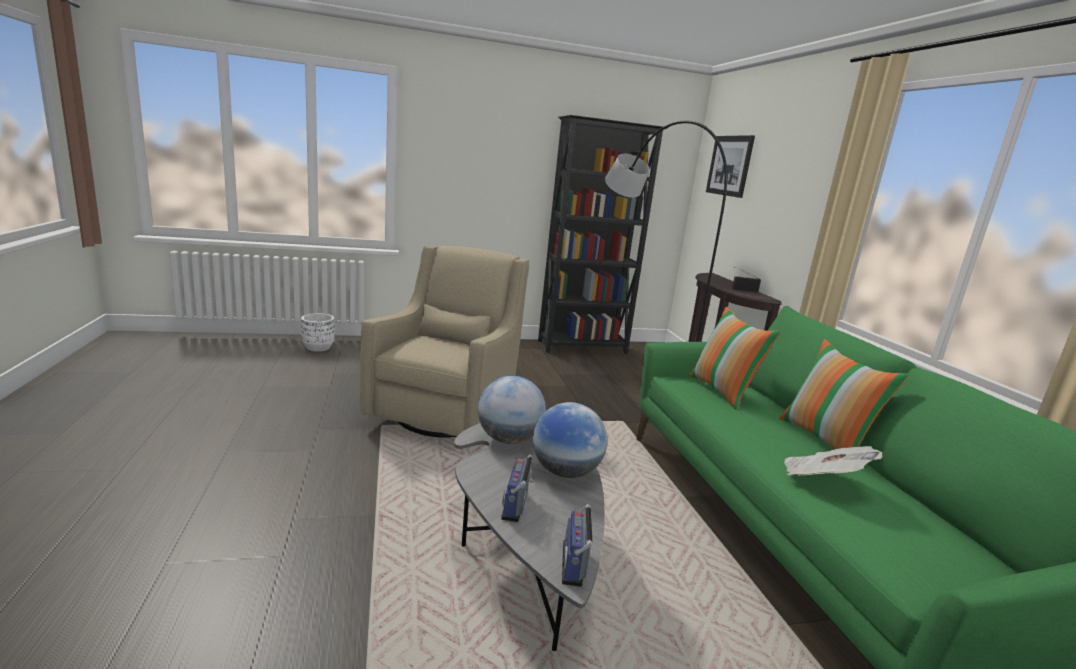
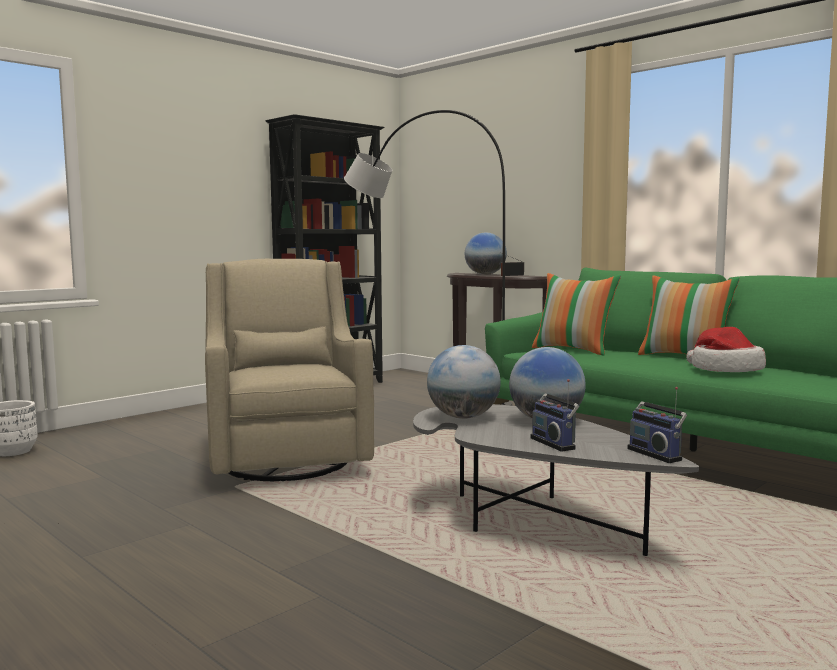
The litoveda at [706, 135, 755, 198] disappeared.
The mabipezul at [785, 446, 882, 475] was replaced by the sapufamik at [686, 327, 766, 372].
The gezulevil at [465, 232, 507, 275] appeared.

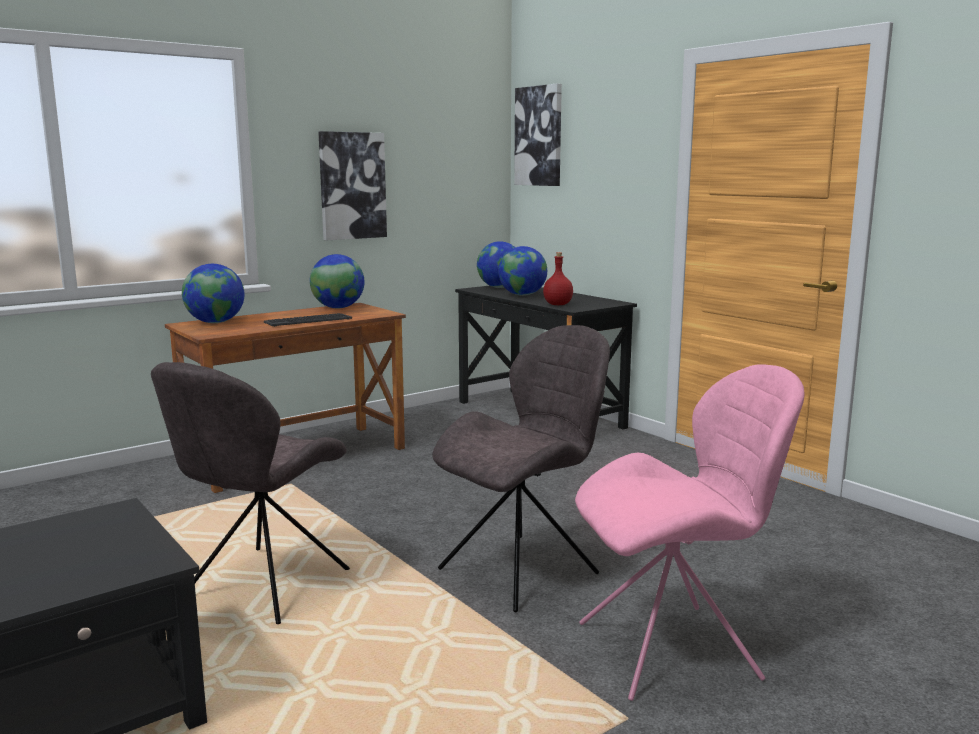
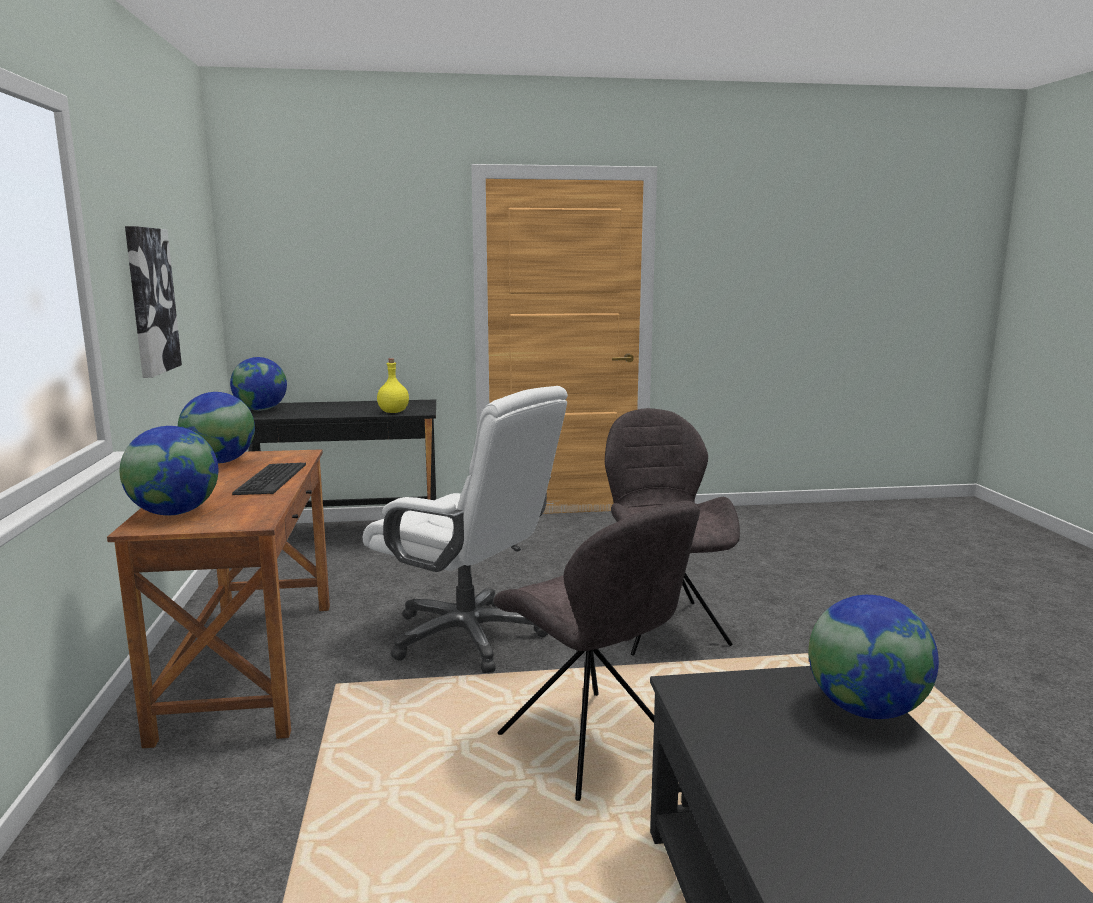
The litoveda at [514, 83, 562, 186] disappeared.
The gezulevil moved from [498, 246, 547, 296] to [808, 595, 939, 719].
The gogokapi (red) at [543, 252, 573, 305] became the gogokapi (yellow) at [377, 358, 409, 413].
The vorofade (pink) at [575, 364, 805, 701] disappeared.
The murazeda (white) at [363, 386, 568, 673] appeared.

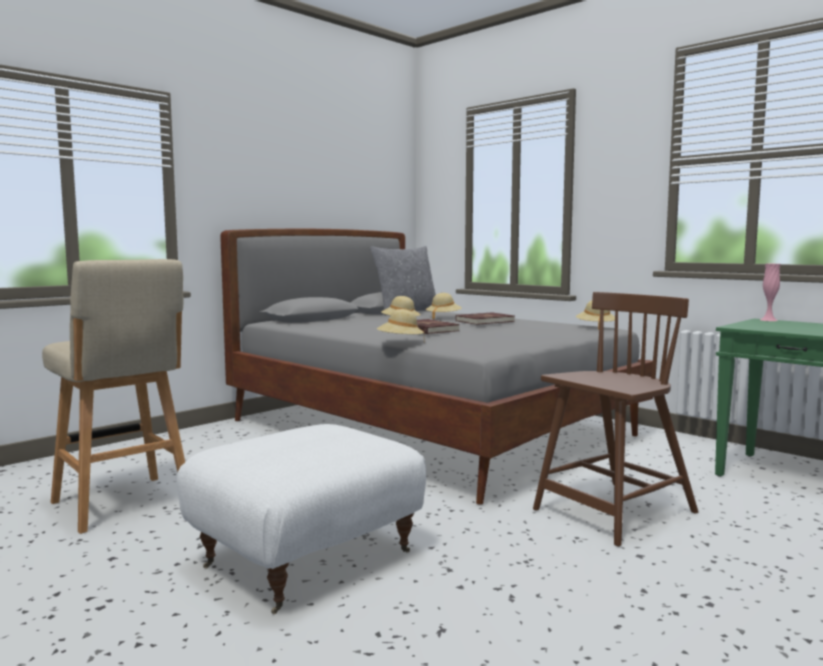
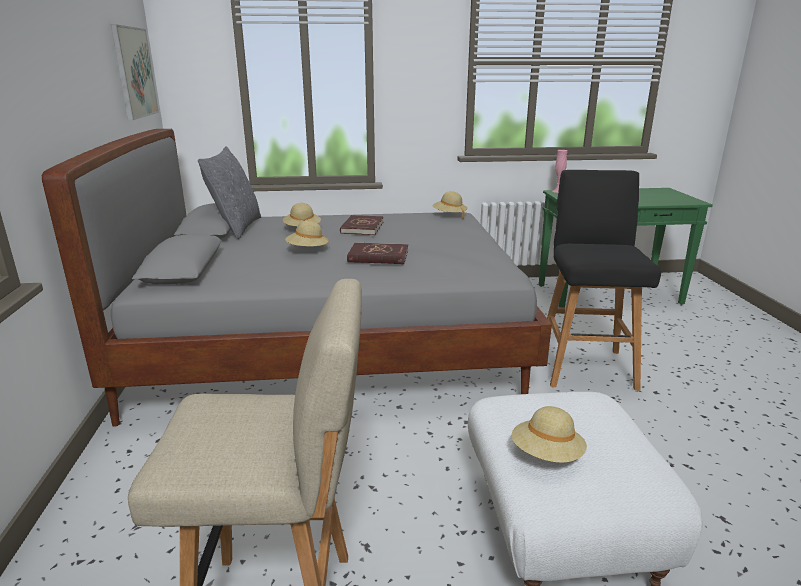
The vorofade (brown) at [533, 292, 698, 546] was replaced by the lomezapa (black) at [547, 170, 661, 391].
The sapufamik (beige) moved from [377, 309, 425, 342] to [511, 406, 587, 463].
The litoveda at [111, 24, 159, 120] appeared.

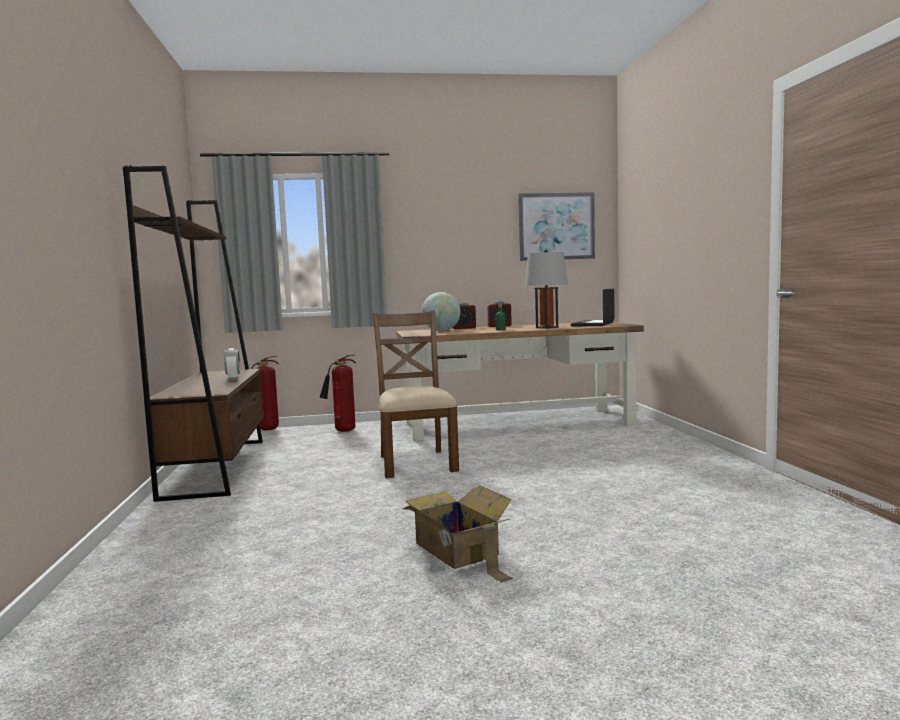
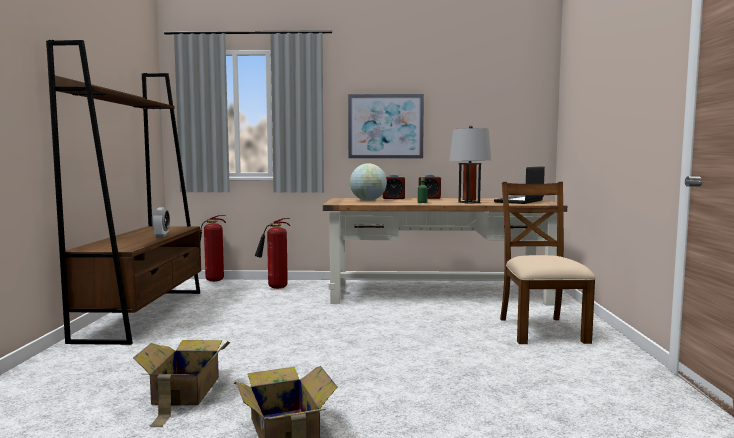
The litoveda moved from [518, 192, 595, 261] to [348, 94, 424, 158].
The vorofade (brown) moved from [373, 310, 459, 478] to [500, 182, 596, 344].
The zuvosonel at [133, 340, 230, 427] appeared.

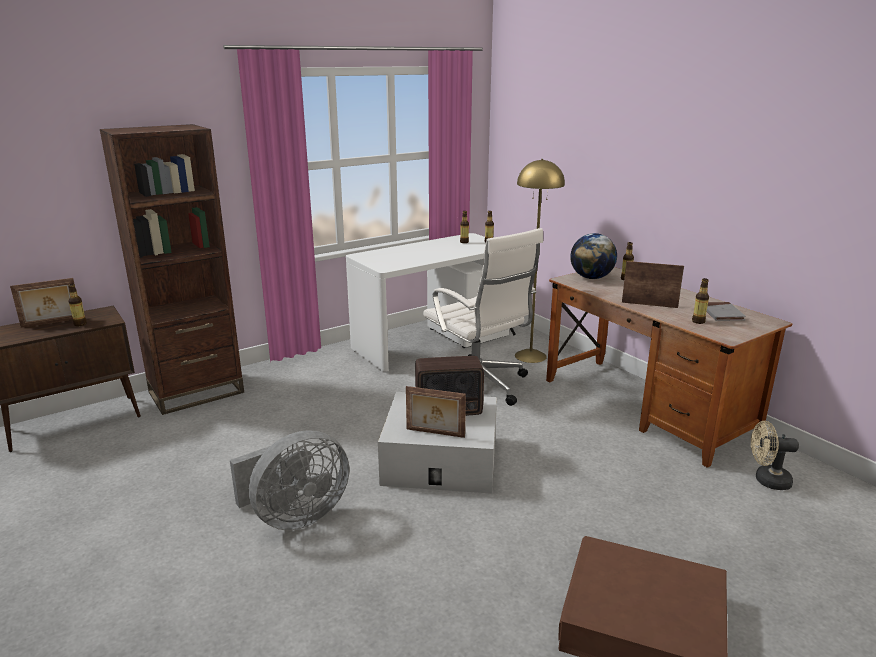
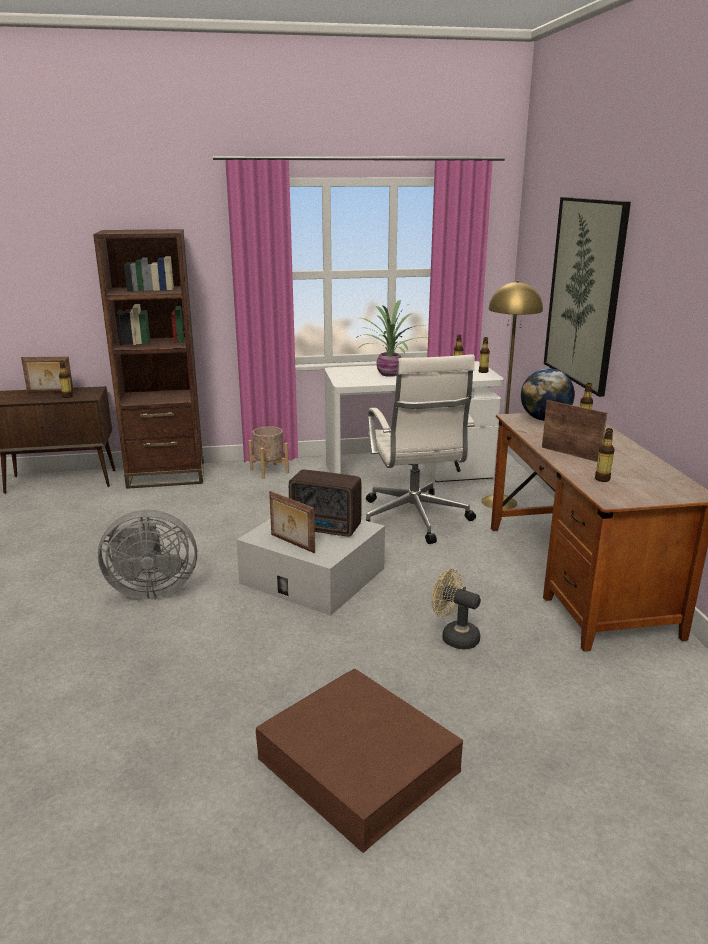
The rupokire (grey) at [706, 302, 746, 321] disappeared.
The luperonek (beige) moved from [751, 421, 799, 490] to [432, 568, 481, 650].
The litoveda at [544, 197, 631, 397] appeared.
The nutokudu at [358, 300, 430, 377] appeared.
The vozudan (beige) at [248, 426, 289, 479] appeared.

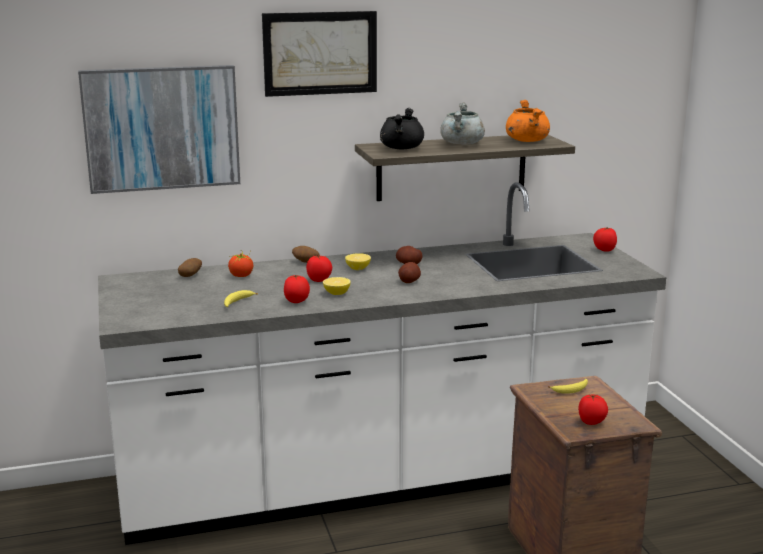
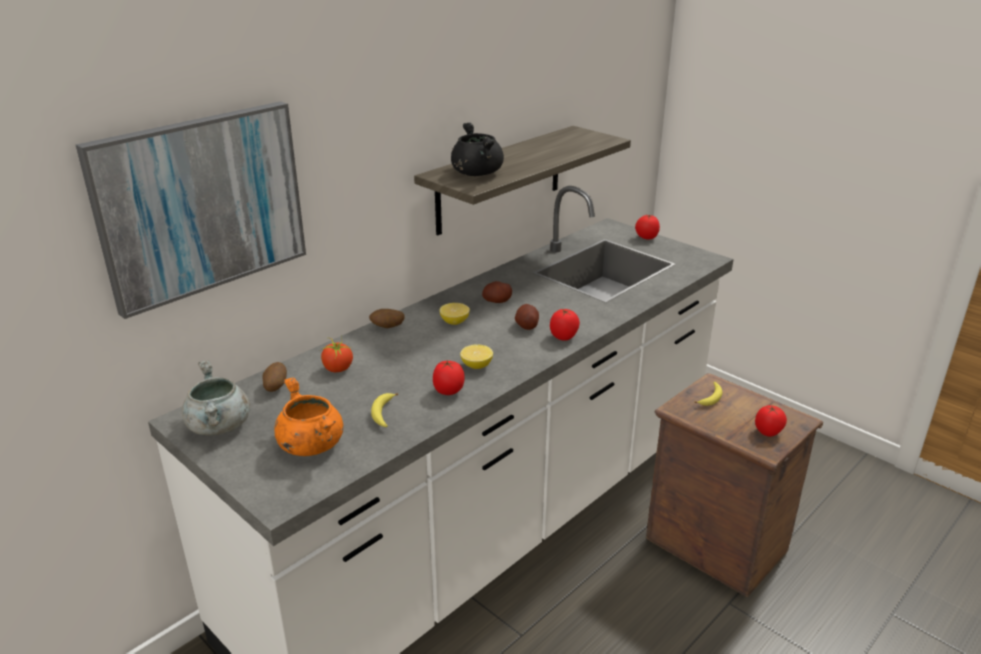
The litoveda at [262, 11, 377, 97] disappeared.
The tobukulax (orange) moved from [506, 100, 550, 142] to [274, 378, 344, 456].
The tobukulax (grey) moved from [440, 102, 485, 145] to [182, 361, 250, 435].
The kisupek moved from [306, 255, 332, 282] to [550, 309, 580, 341].

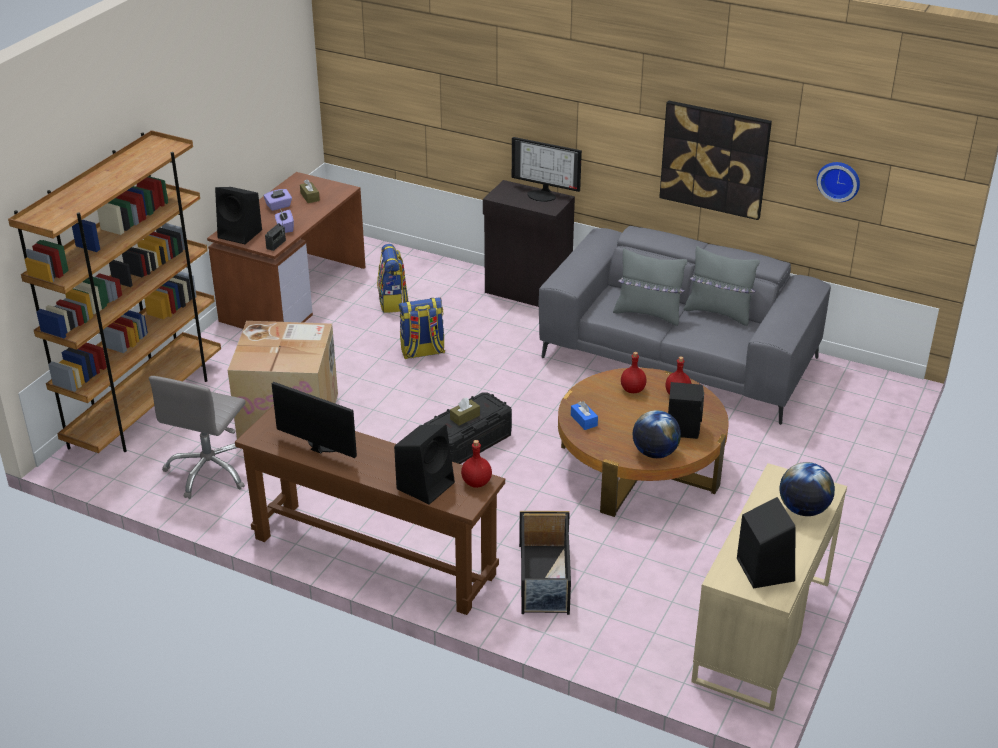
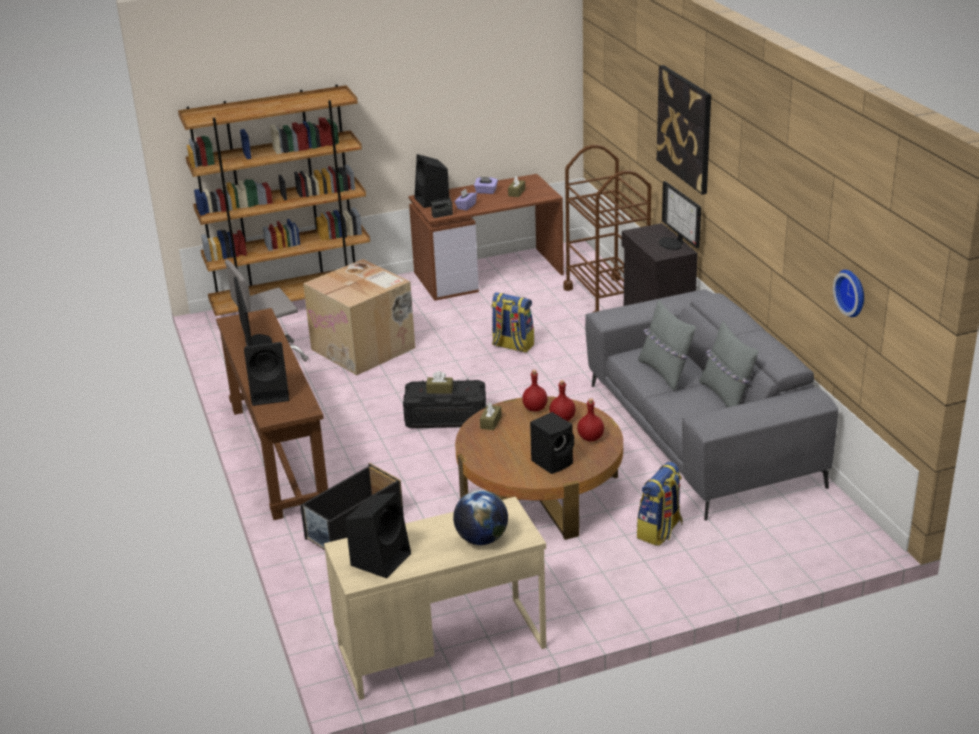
The litoveda moved from [659, 101, 772, 220] to [657, 65, 711, 195].
The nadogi moved from [377, 244, 408, 313] to [637, 462, 683, 546].
The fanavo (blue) at [571, 401, 598, 430] became the fanavo (brown) at [480, 402, 502, 430].
The gezulevil at [633, 410, 681, 458] disappeared.
The gogokapi (red) moved from [461, 440, 492, 488] to [522, 370, 547, 412].
The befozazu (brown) at [563, 145, 651, 312] appeared.

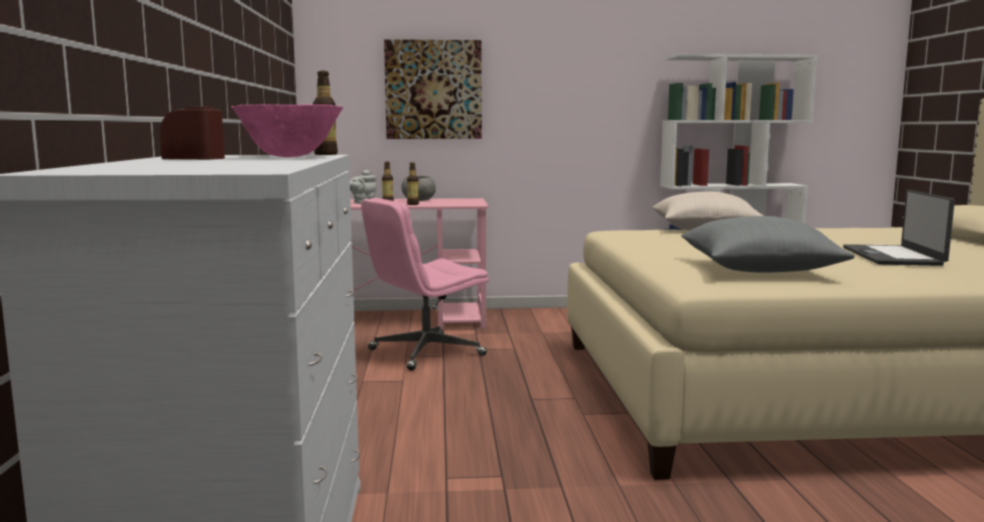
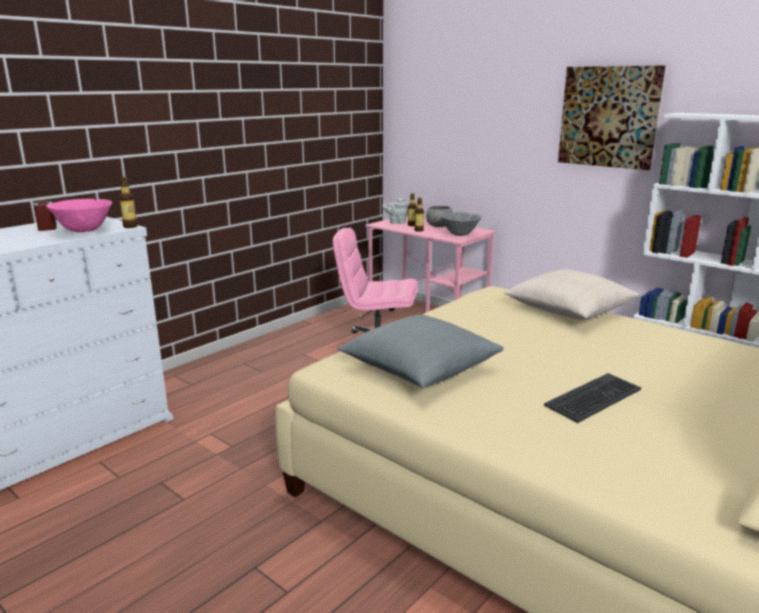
The litoveda moved from [384, 39, 482, 139] to [558, 66, 665, 170].
The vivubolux at [843, 190, 955, 266] was replaced by the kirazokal at [544, 373, 641, 423].
The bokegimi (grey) at [440, 212, 482, 236] appeared.

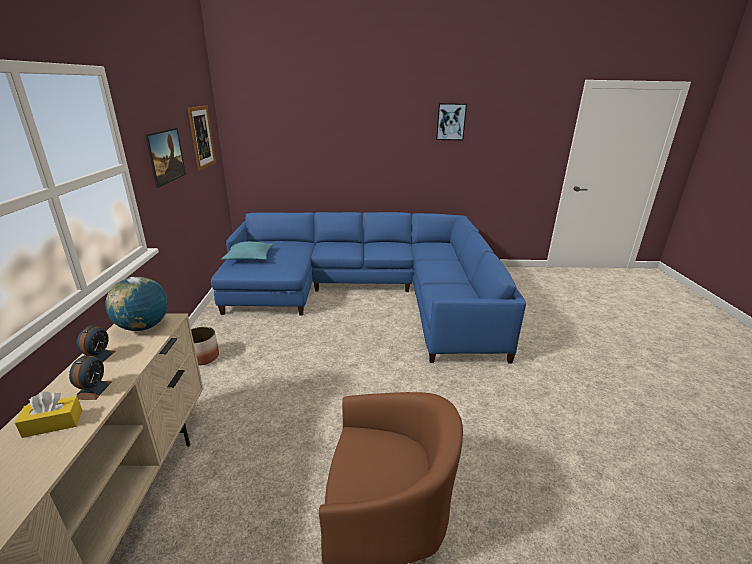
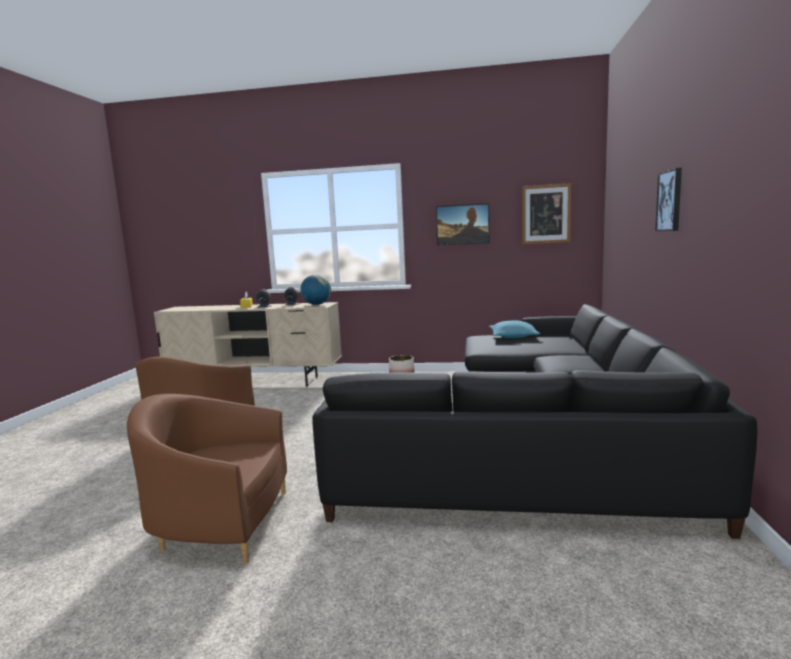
The litoveda moved from [436, 103, 467, 140] to [655, 168, 682, 231].
The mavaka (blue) at [211, 212, 526, 363] became the mavaka (black) at [312, 304, 757, 539].
The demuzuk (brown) at [127, 394, 287, 563] appeared.

